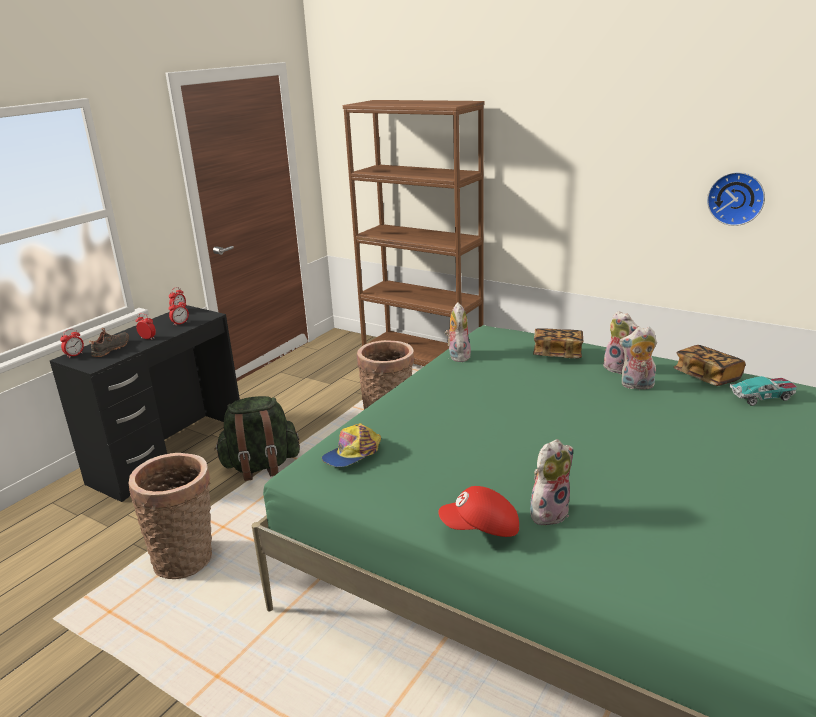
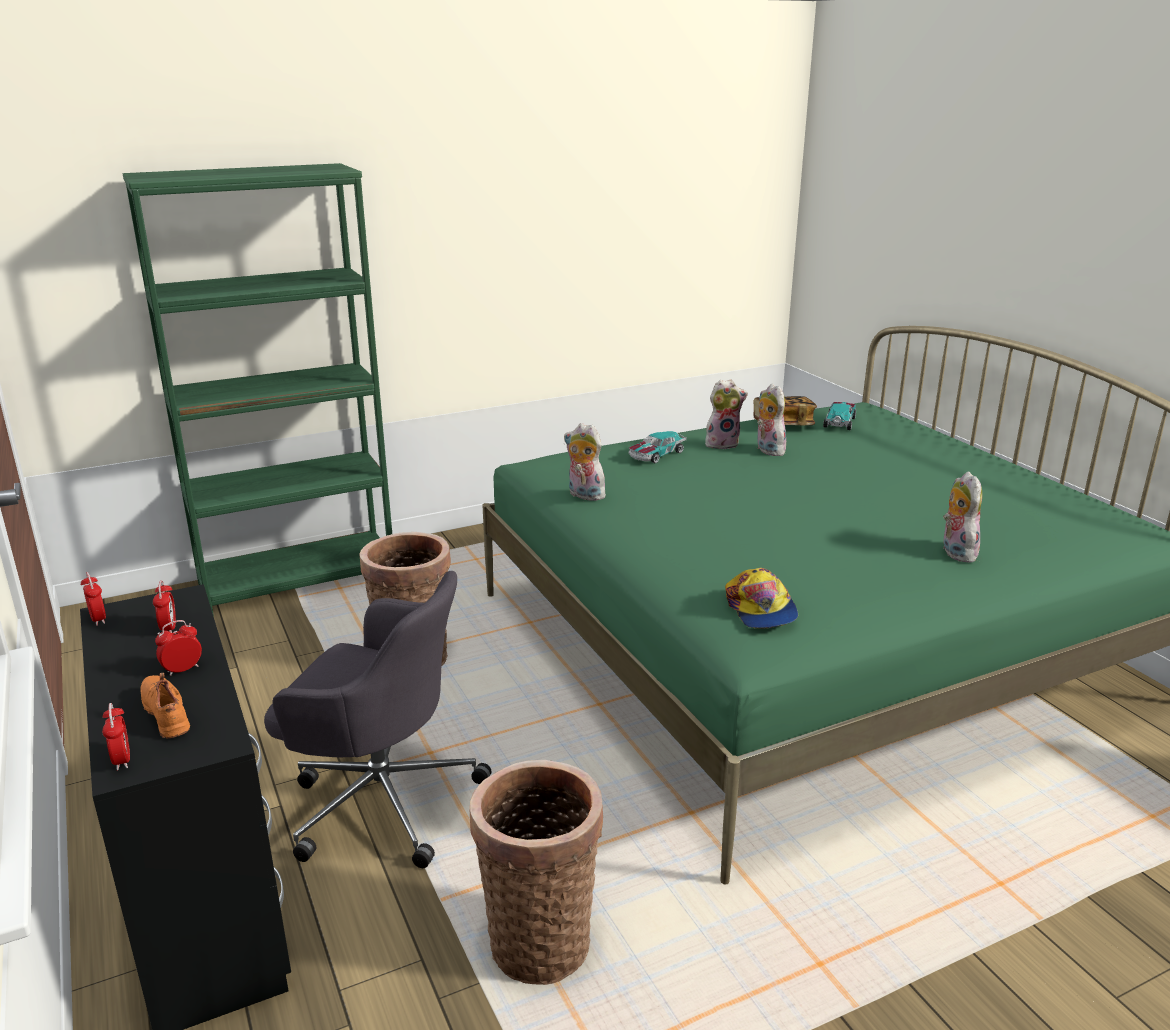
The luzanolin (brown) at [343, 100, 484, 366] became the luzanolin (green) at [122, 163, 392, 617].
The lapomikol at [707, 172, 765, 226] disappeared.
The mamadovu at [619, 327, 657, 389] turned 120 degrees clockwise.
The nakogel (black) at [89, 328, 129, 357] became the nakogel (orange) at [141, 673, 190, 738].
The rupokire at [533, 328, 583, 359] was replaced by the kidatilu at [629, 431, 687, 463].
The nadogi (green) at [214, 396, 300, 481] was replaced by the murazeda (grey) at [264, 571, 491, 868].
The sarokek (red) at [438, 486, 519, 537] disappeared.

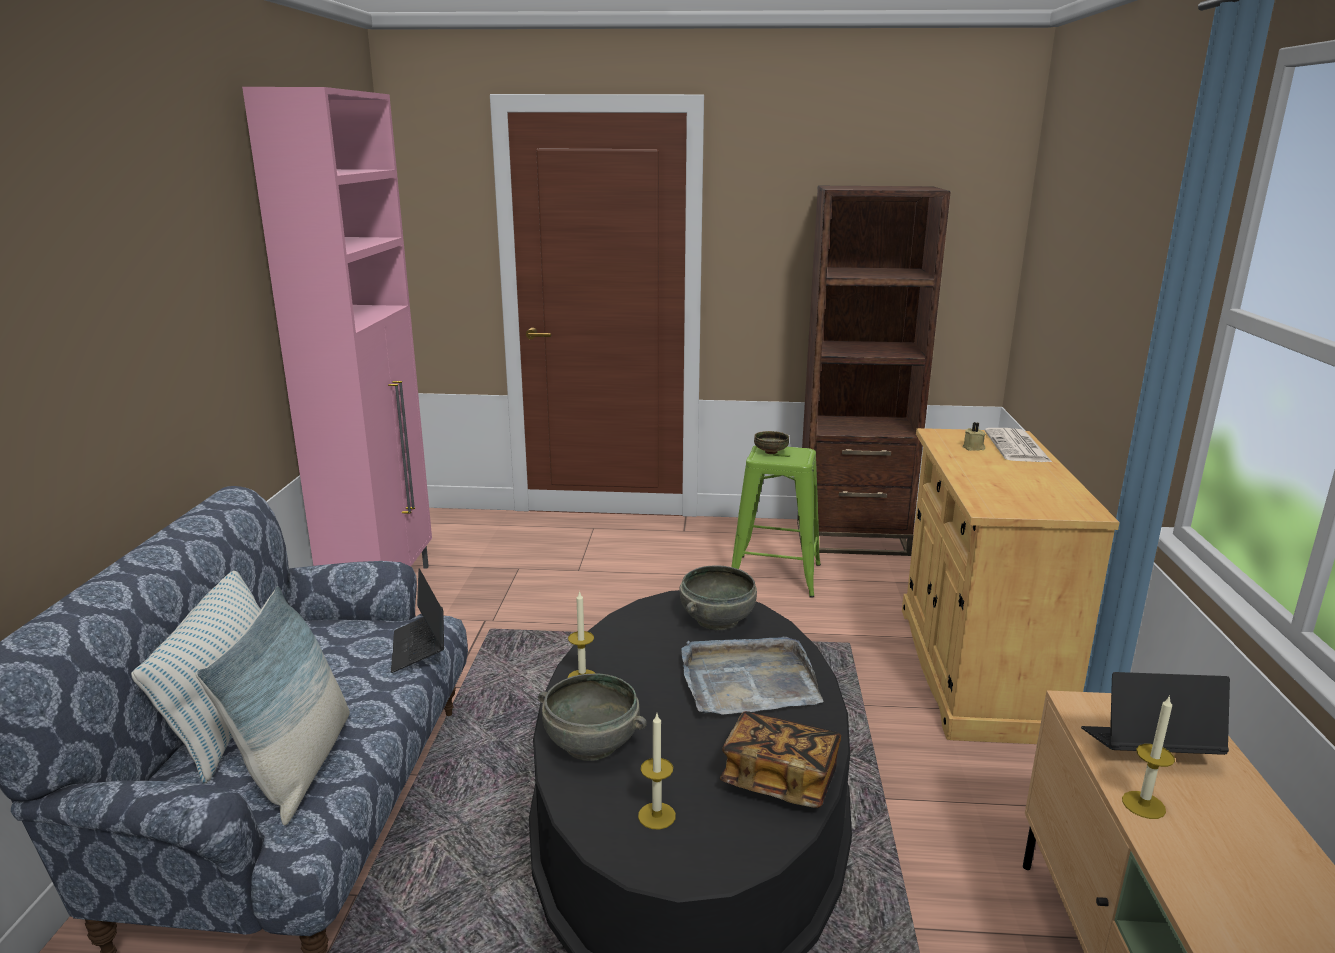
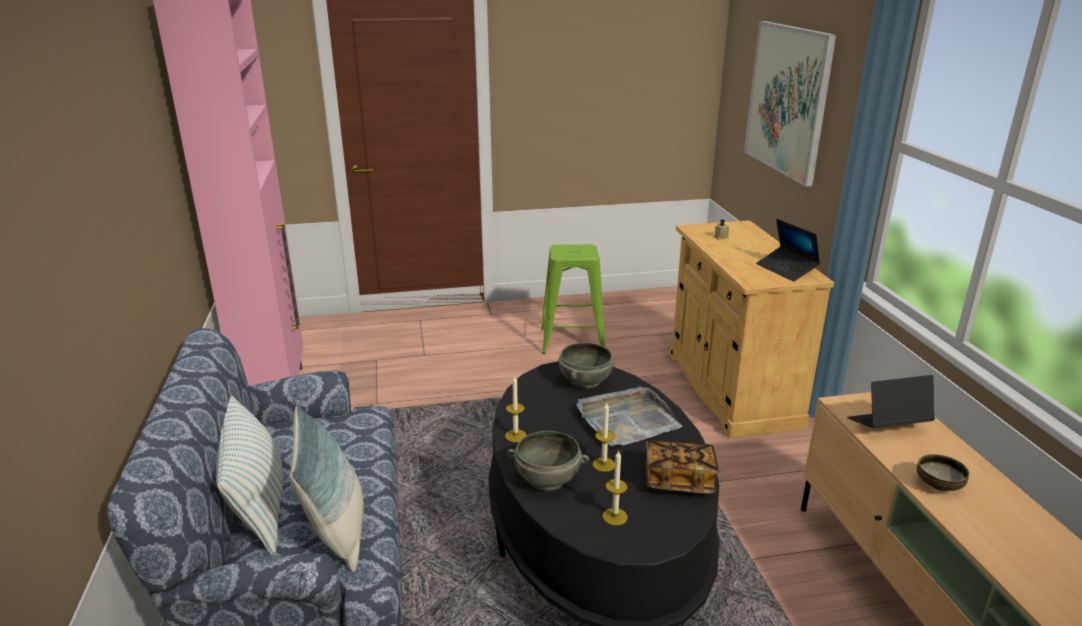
The luzanolin (brown) at [797, 186, 951, 556] disappeared.
The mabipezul at [984, 428, 1052, 462] disappeared.
The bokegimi moved from [754, 431, 789, 454] to [917, 454, 969, 491].
The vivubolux moved from [391, 569, 444, 673] to [756, 219, 821, 281].
The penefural moved from [1122, 695, 1175, 819] to [593, 403, 615, 472].
The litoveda at [744, 21, 836, 187] appeared.

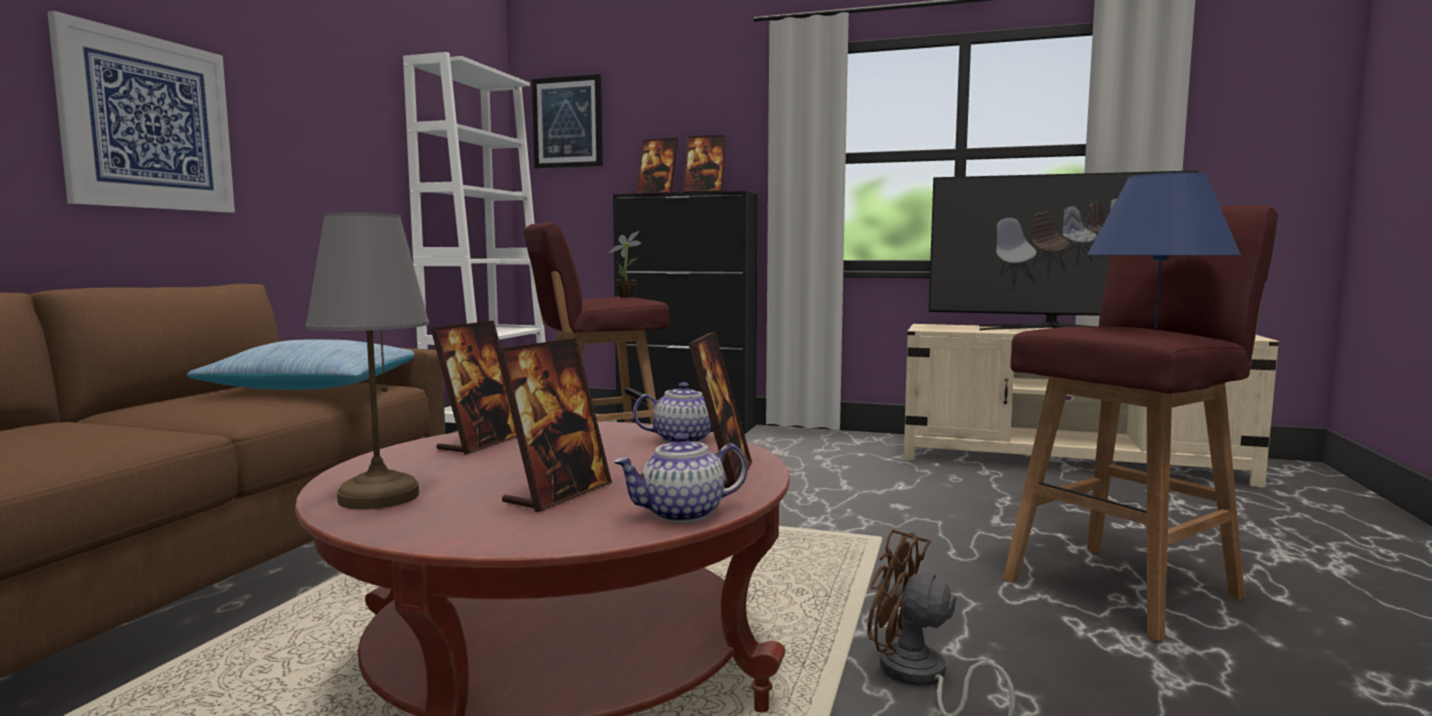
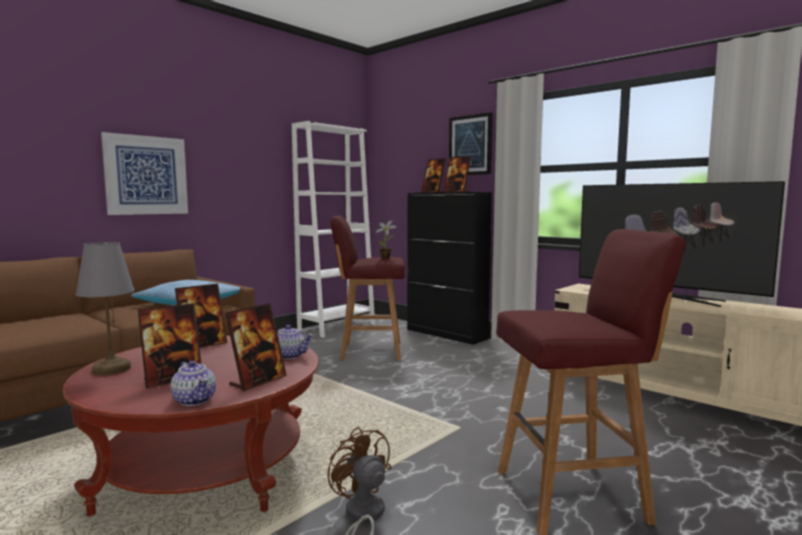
The litoveda moved from [532, 74, 603, 169] to [449, 112, 492, 175].
The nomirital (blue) at [1087, 172, 1241, 328] disappeared.
The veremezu at [613, 433, 748, 523] turned 135 degrees counterclockwise.

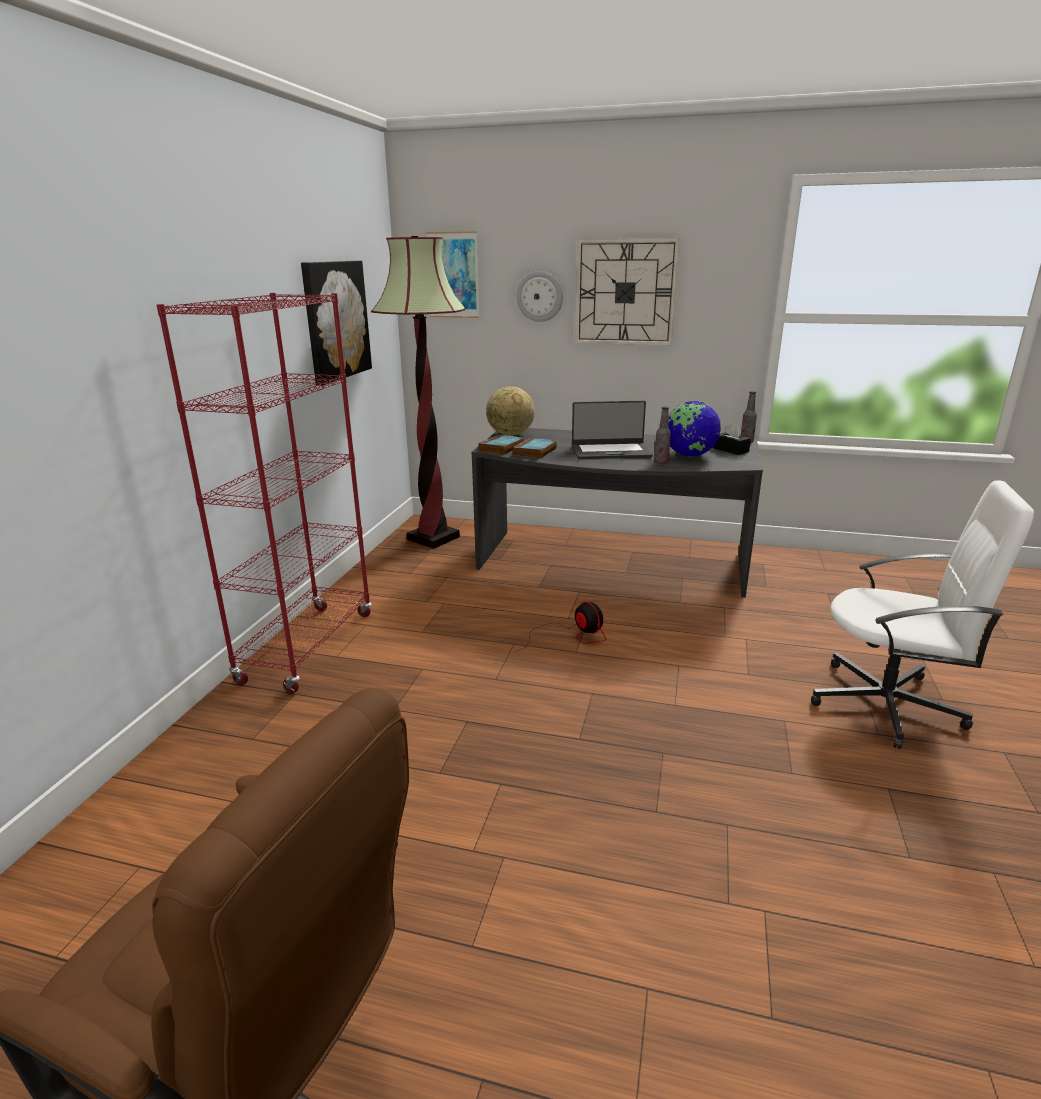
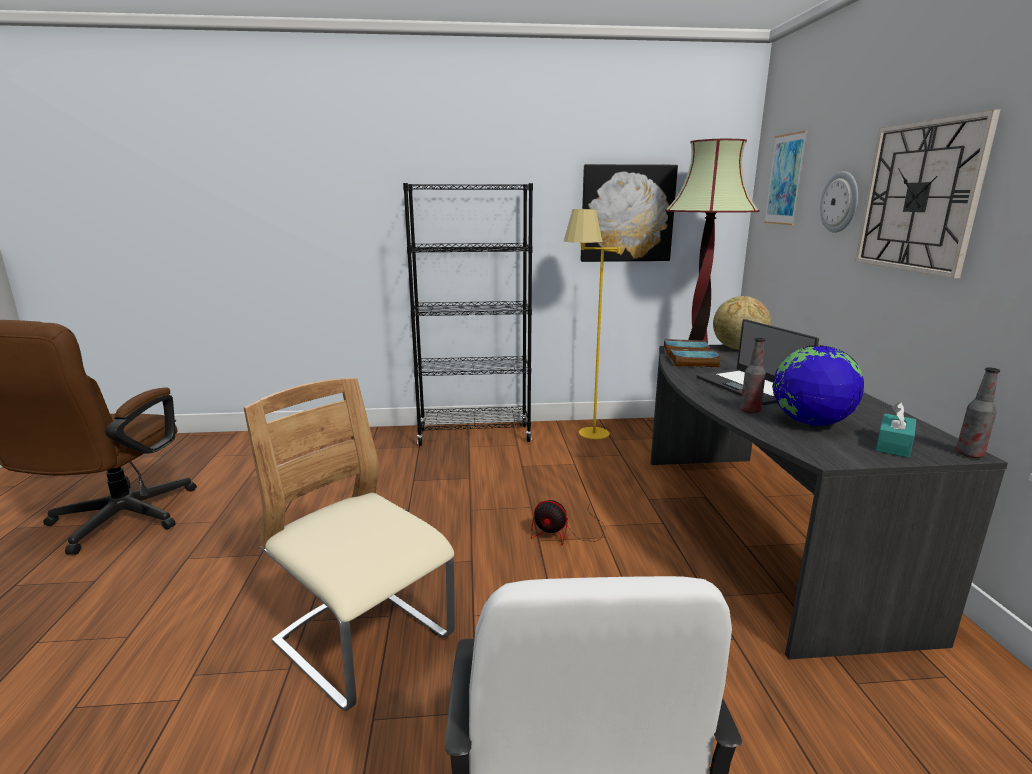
The luzanolin (red) at [157, 293, 372, 693] became the luzanolin (black) at [403, 183, 533, 446].
The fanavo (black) at [713, 423, 751, 455] became the fanavo (turquoise) at [876, 402, 916, 458].
The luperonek at [515, 602, 606, 652] turned 75 degrees clockwise.
The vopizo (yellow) at [564, 209, 621, 440] appeared.
The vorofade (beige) at [244, 378, 455, 711] appeared.

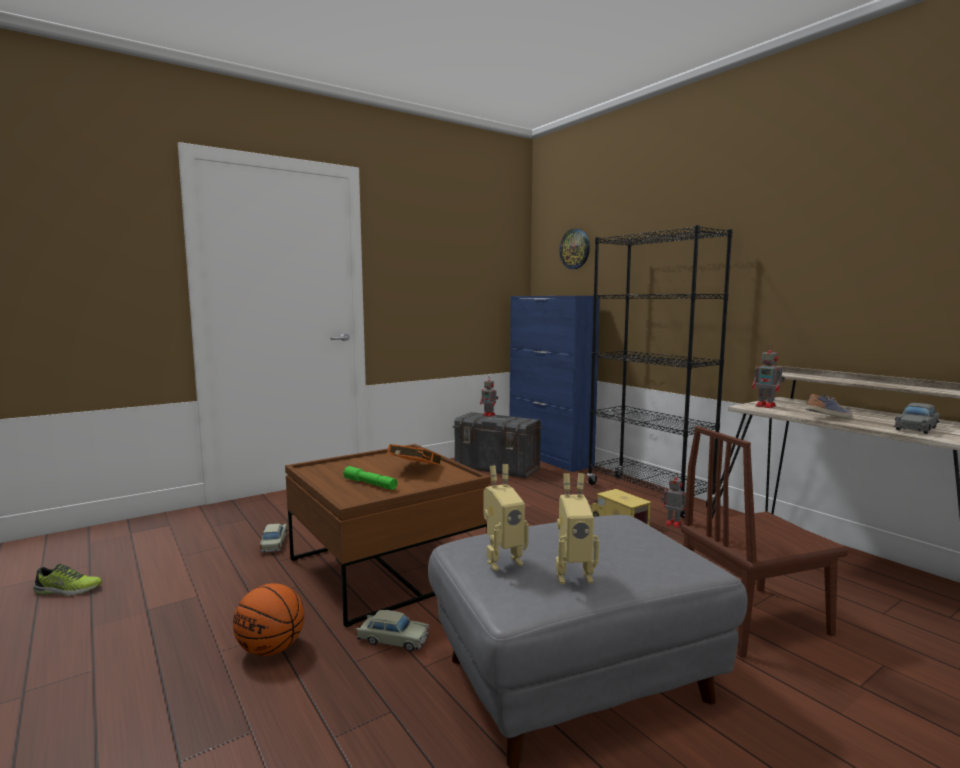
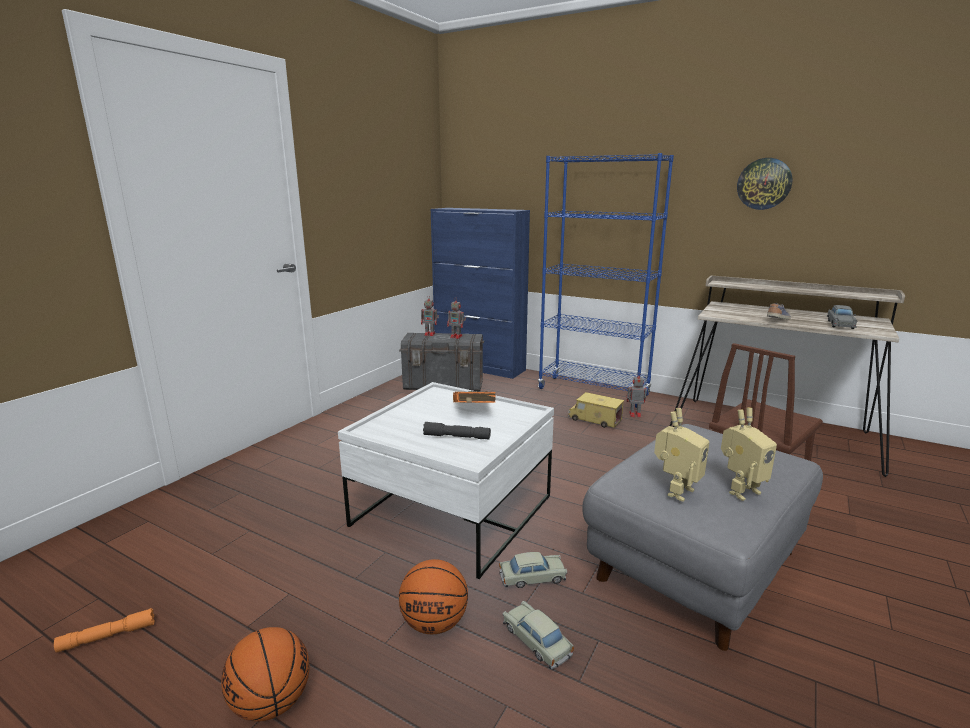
The luzanolin (black) at [587, 225, 733, 518] became the luzanolin (blue) at [538, 153, 674, 408].
The lapomikol moved from [559, 228, 590, 269] to [737, 158, 793, 210].
The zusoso moved from [752, 345, 785, 408] to [447, 297, 466, 339].
The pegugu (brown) at [285, 444, 491, 627] became the pegugu (white) at [338, 382, 554, 579].
The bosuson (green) at [343, 466, 397, 490] became the bosuson (grey) at [423, 422, 491, 439].
The kidatilu (beige) moved from [260, 523, 287, 552] to [503, 601, 574, 669].
The nakogel at [33, 564, 102, 596] was replaced by the bosuson (orange) at [54, 608, 155, 653].
The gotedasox at [221, 627, 309, 722] appeared.

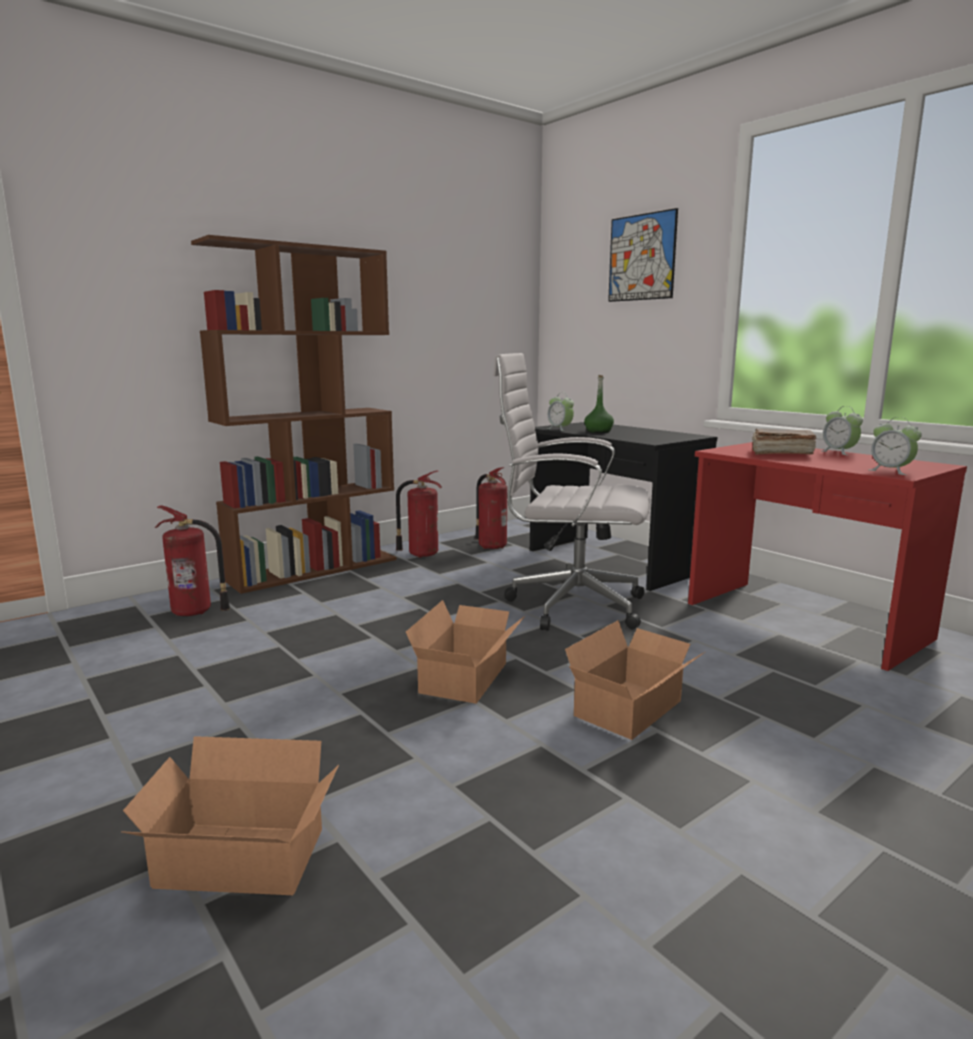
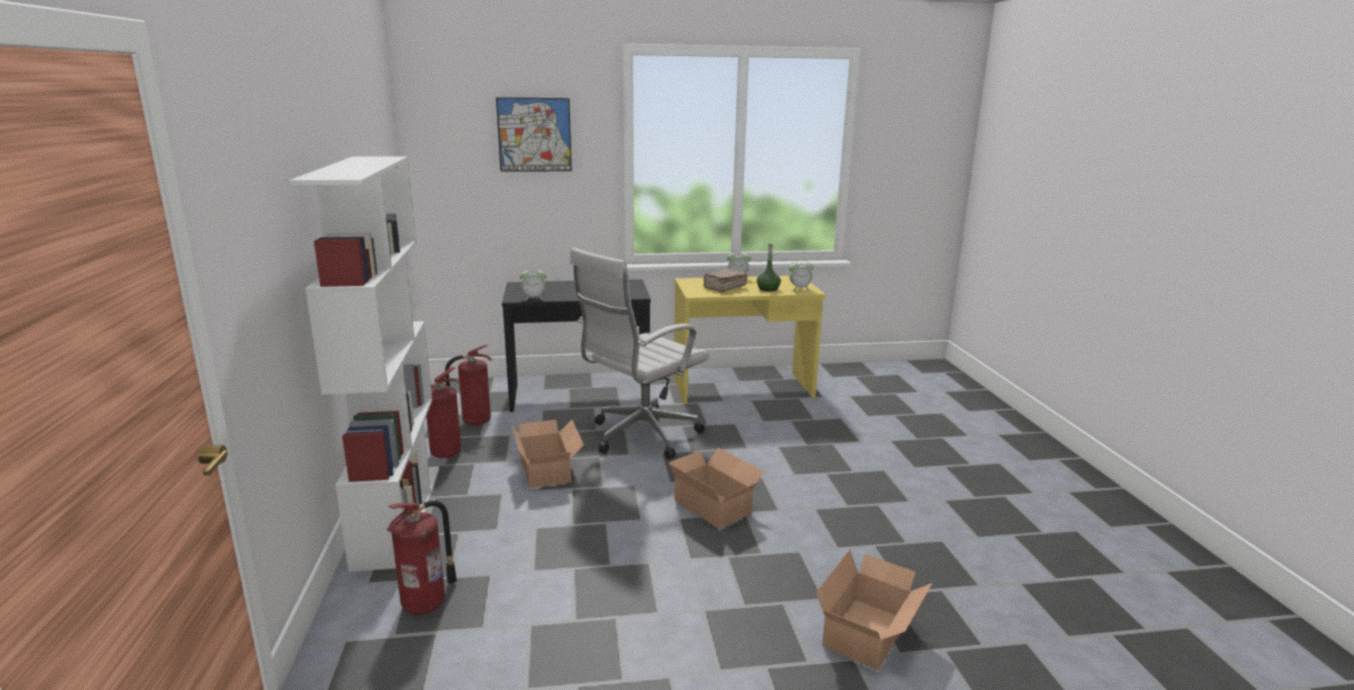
The luzanolin (brown) at [191, 235, 397, 594] became the luzanolin (white) at [289, 157, 439, 572].
The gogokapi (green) moved from [584, 375, 614, 433] to [757, 244, 781, 292].
The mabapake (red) at [688, 442, 967, 671] became the mabapake (yellow) at [674, 276, 825, 404].
The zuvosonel moved from [565, 620, 706, 740] to [511, 420, 584, 488].

